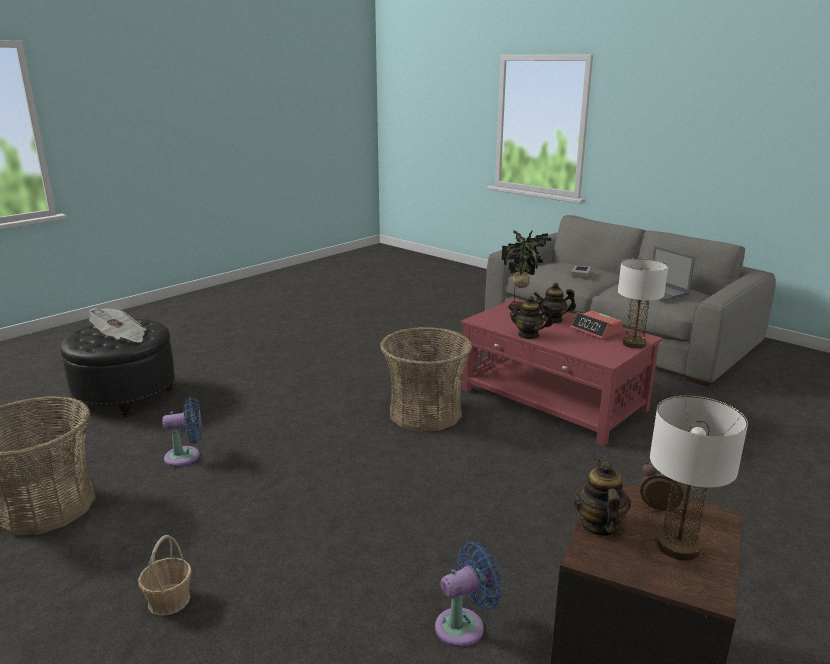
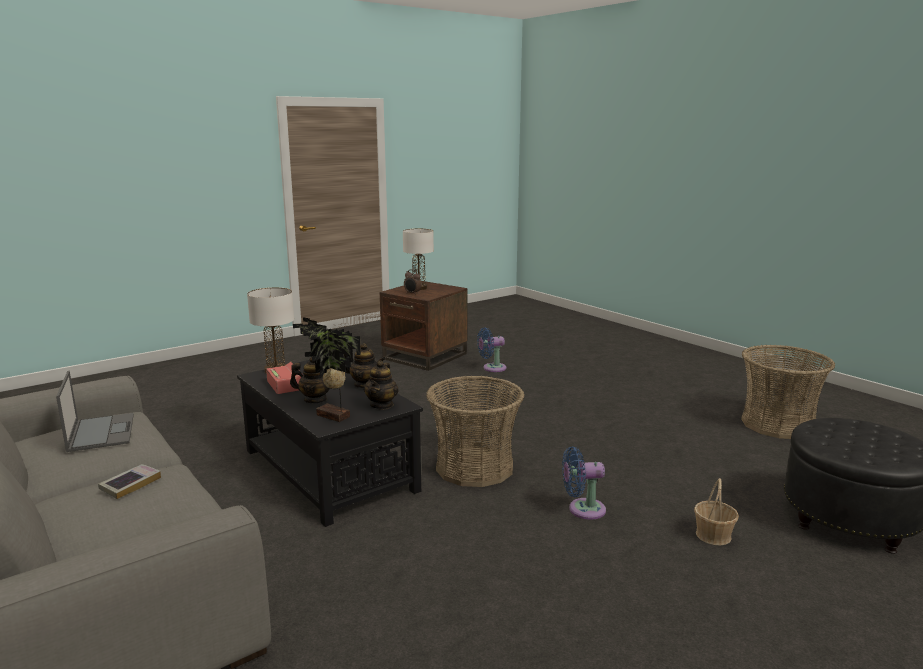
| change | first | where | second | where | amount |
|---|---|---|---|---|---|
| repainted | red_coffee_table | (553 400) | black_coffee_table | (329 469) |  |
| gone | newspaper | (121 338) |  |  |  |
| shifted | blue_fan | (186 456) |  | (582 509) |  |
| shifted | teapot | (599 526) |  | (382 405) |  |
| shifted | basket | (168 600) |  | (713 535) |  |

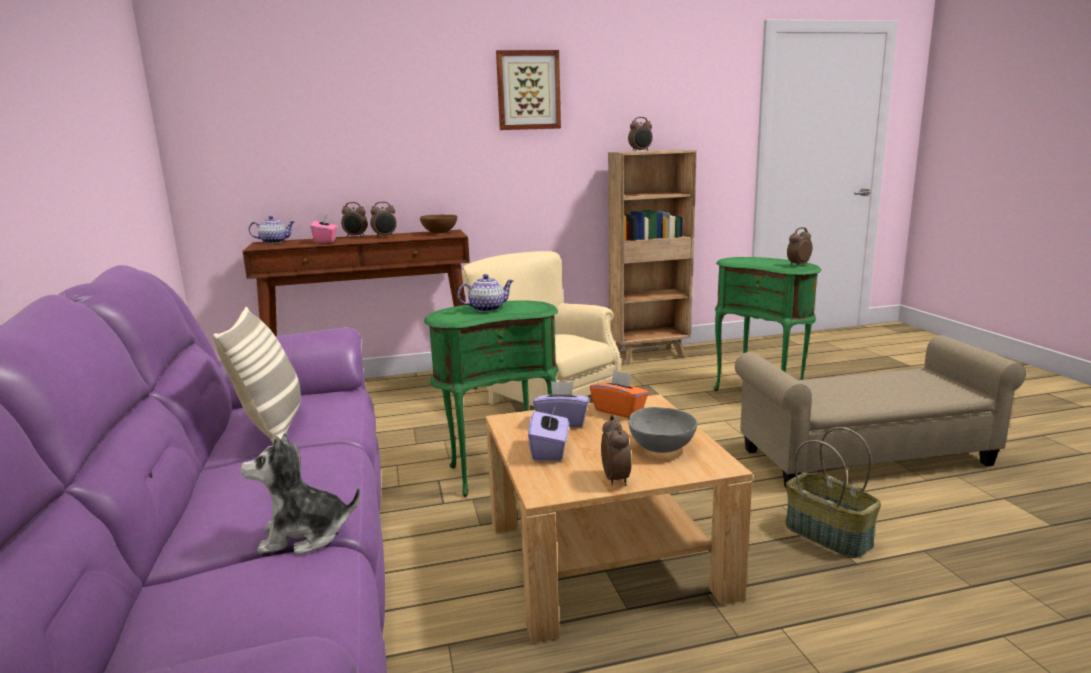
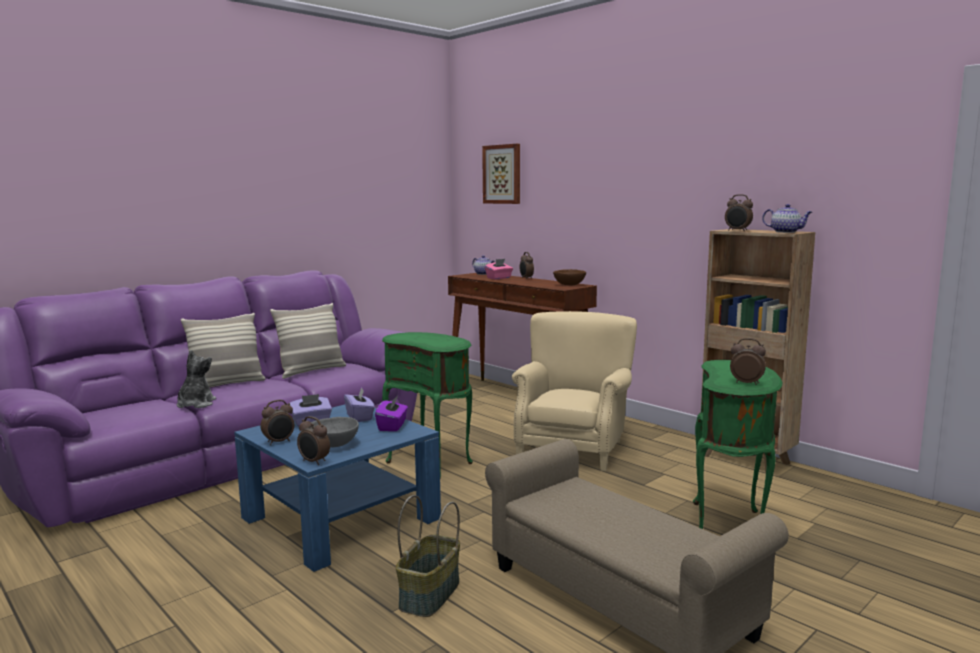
| change | first | where | second | where | amount |
|---|---|---|---|---|---|
| shifted | picture | (528 90) |  | (502 174) |  |
| shifted | alarm_clock | (385 236) |  | (314 462) |  |
| shifted | teapot | (487 308) |  | (786 232) |  |
| repainted | orange_tissue_box | (619 410) | purple_tissue_box | (392 426) |  |
| repainted | brown_coffee_table | (605 557) | blue_coffee_table | (340 518) |  |
| rotated | plush_toy | (304 536) |  | (195 404) | 45 degrees clockwise |
| new |  |  | pillow | (226 384) |  |

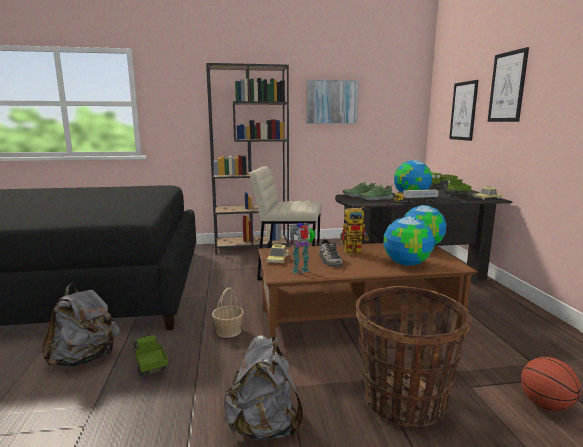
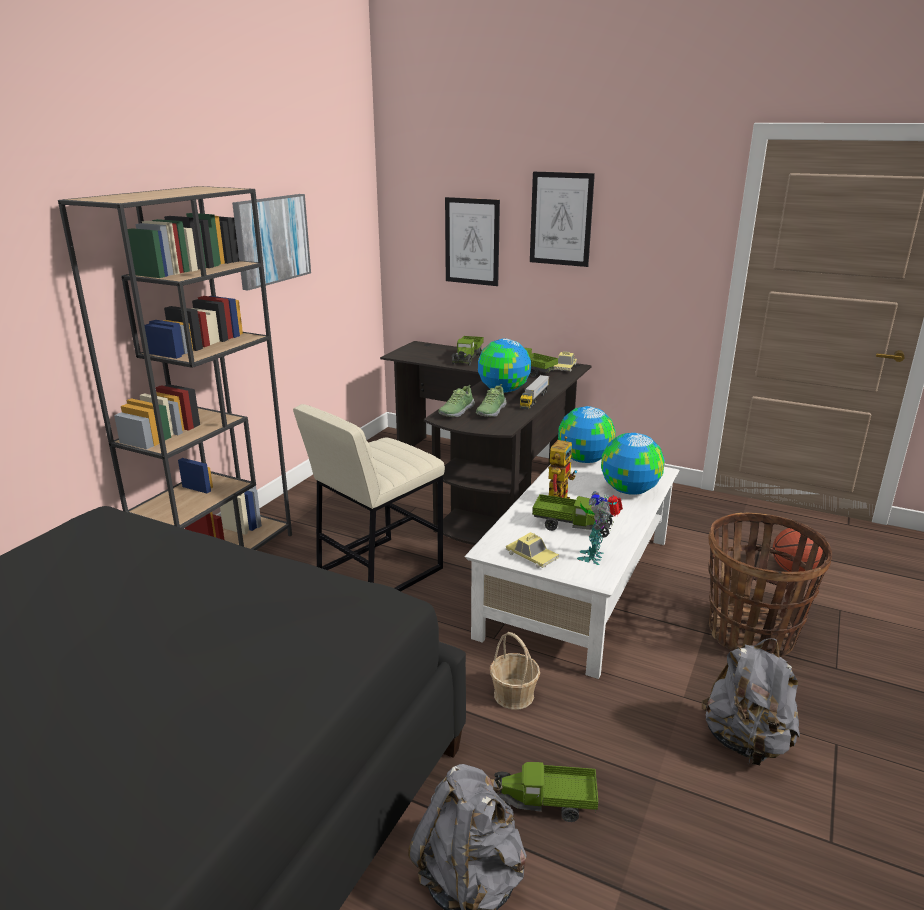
| change | first | where | second | where | amount |
|---|---|---|---|---|---|
| swapped | shoe | (328 260) | toy_truck | (571 526) |  |
| repainted | brown_coffee_table | (357 319) | white_coffee_table | (576 584) |  |

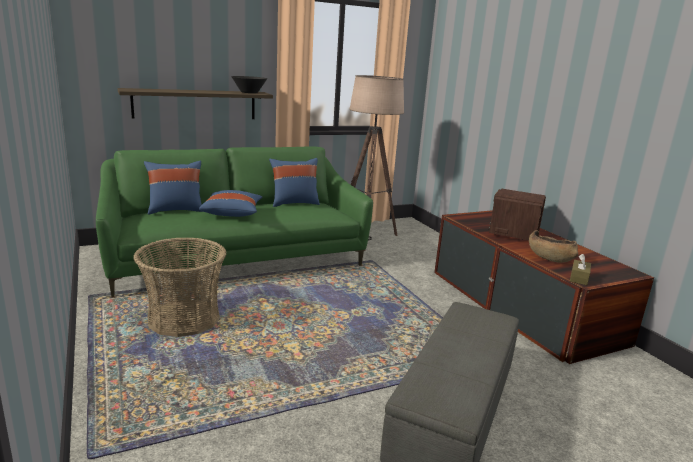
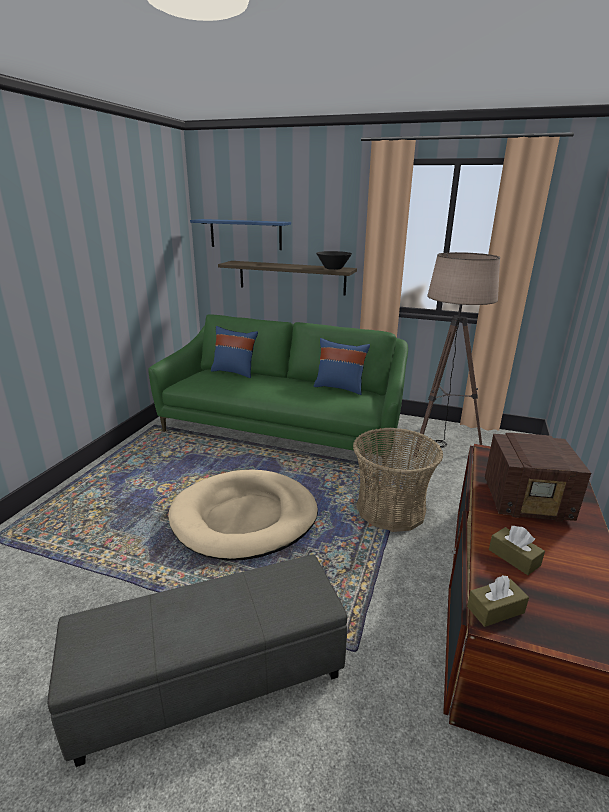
| change | first | where | second | where | amount |
|---|---|---|---|---|---|
| rotated | radio | (513 234) |  | (528 502) | 150 degrees counterclockwise |
| gone | blue_pillow | (232 213) |  |  |  |
| swapped | brown_bowl | (549 257) | brown_tissue_box | (514 557) |  |
| shifted | basket | (184 319) |  | (390 509) |  |
| new |  |  | blue_shelf | (245 234) |  |
| new |  |  | beige_dog_bed | (245 518) |  |

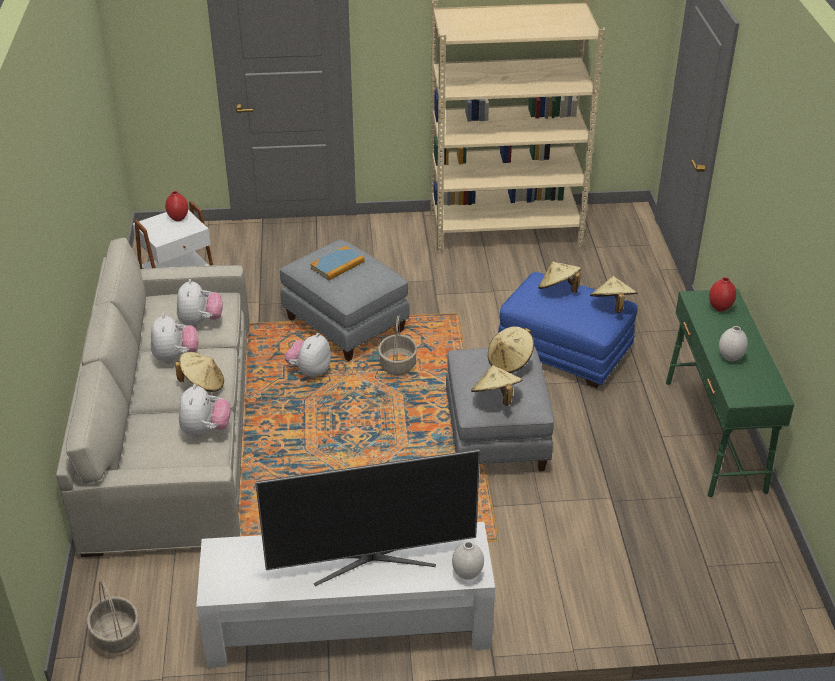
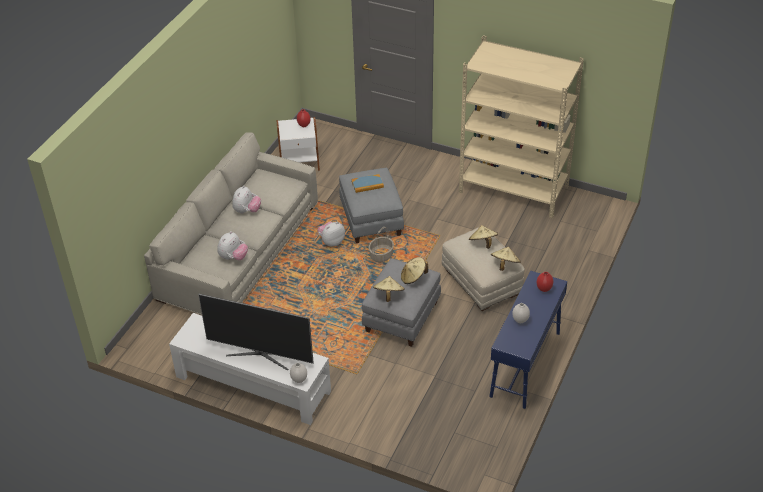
| change | first | where | second | where | amount |
|---|---|---|---|---|---|
| repainted | blue_ottoman | (564 353) | beige_ottoman | (481 283) |  |
| gone | plush_toy | (200 322) |  |  |  |
| repainted | green_console_table | (713 435) | blue_console_table | (524 364) |  |
| gone | beige_hat | (203 384) |  |  |  |
| gone | basket | (116 635) |  |  |  |

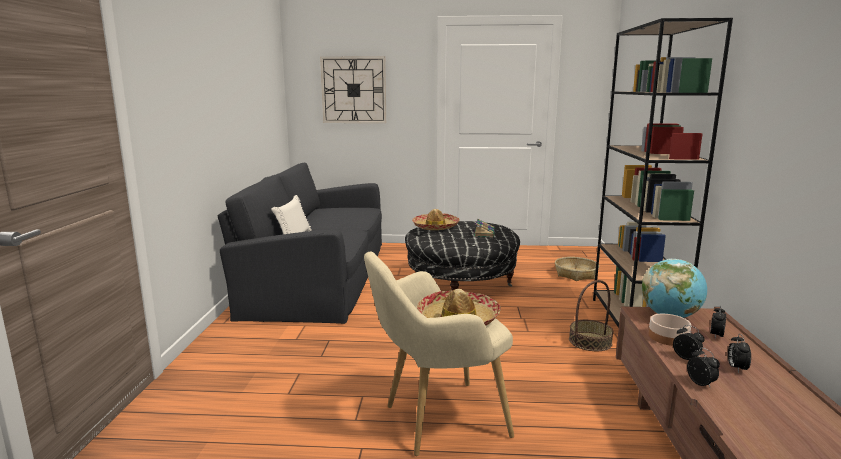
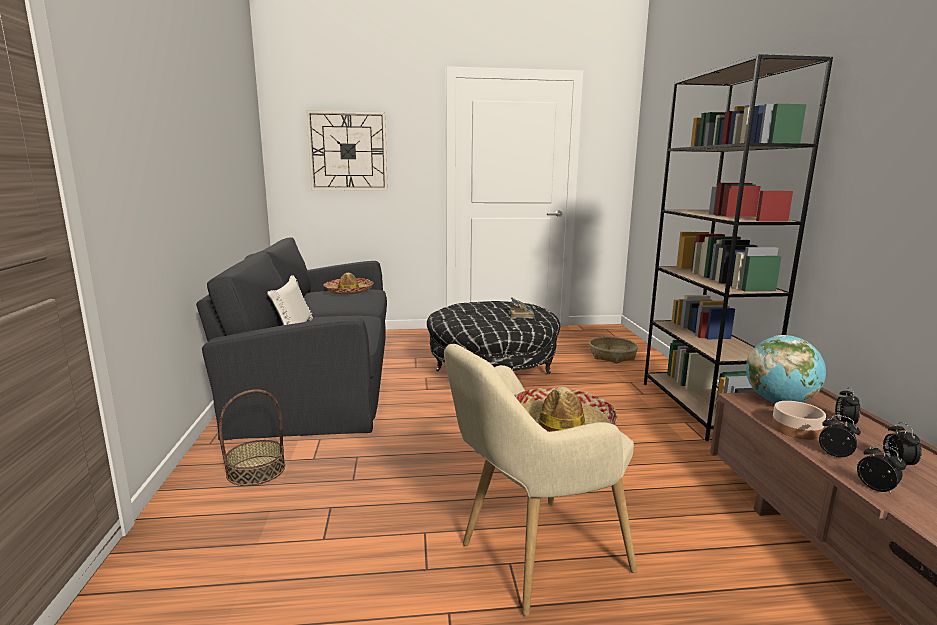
| change | first | where | second | where | amount |
|---|---|---|---|---|---|
| shifted | hat | (435 227) |  | (349 291) |  |
| shifted | basket | (590 341) |  | (256 470) |  |

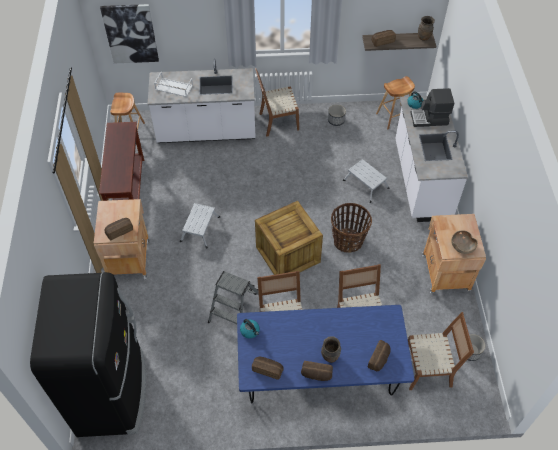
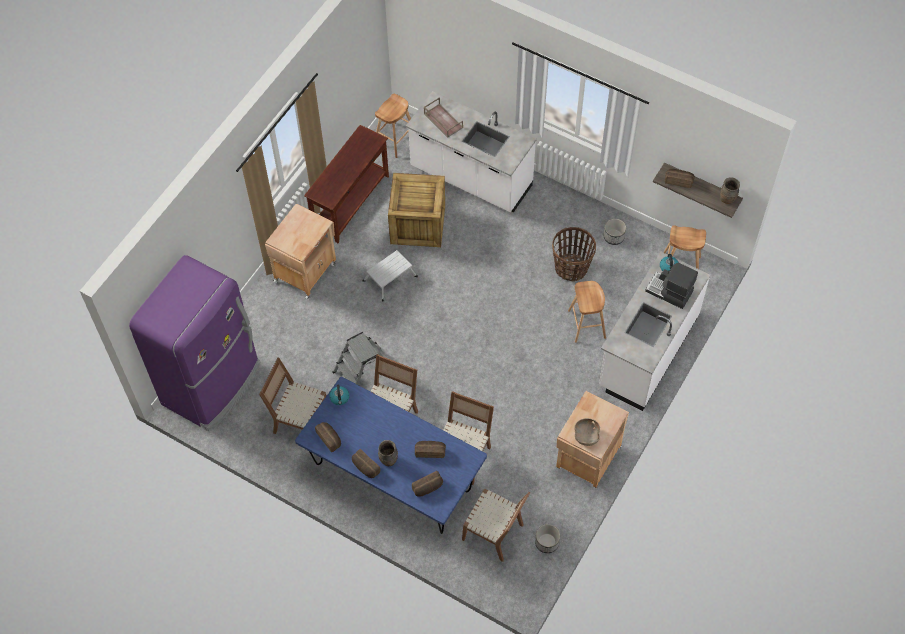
| change | first | where | second | where | amount |
|---|---|---|---|---|---|
| gone | picture | (130 33) |  |  |  |
| shifted | chair | (277 122) |  | (299 421) |  |
| repainted | white_tray | (173 87) | brown_tray | (442 120) |  |
| swapped | white_step_ladder | (366 184) | brown_stool | (586 324) |  |
| shifted | crate | (287 255) |  | (417 225) |  |
| shifted | basket | (348 241) |  | (571 268) |  |
| shifted | bread | (119 231) |  | (430 451) |  |
| repainted | black_fridge | (112 391) | purple_fridge | (213 384) |  |

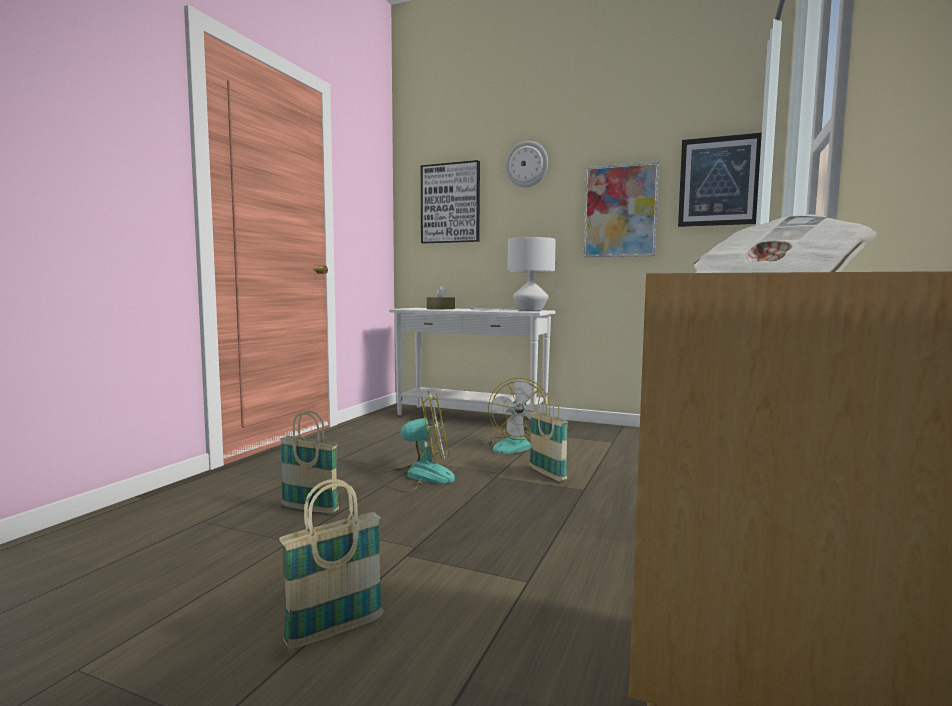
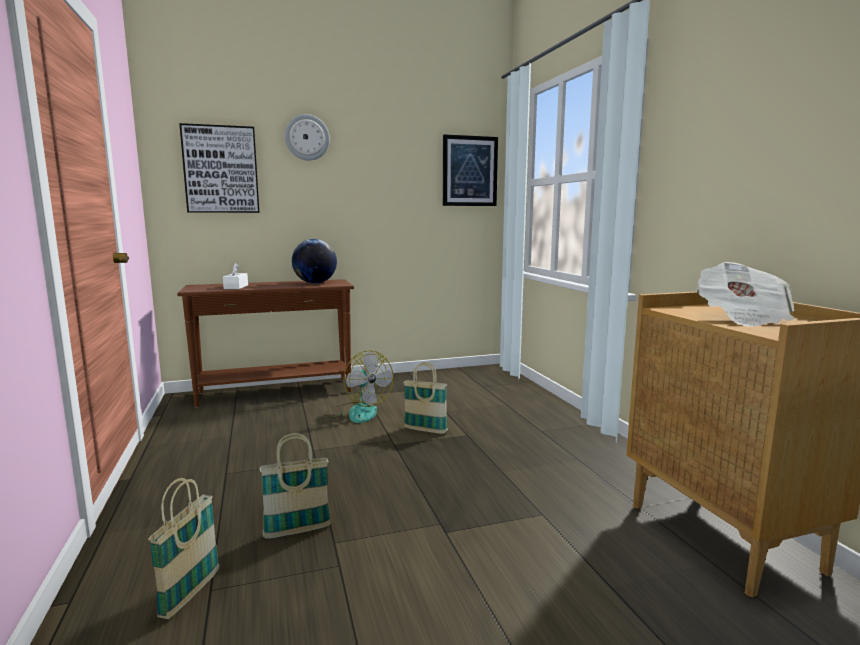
| change | first | where | second | where | amount |
|---|---|---|---|---|---|
| gone | picture | (620 211) |  |  |  |
| swapped | grey_table_lamp | (513 310) | globe | (315 283) |  |
| repainted | brown_tissue_box | (440 309) | white_tissue_box | (236 287) |  |
| repainted | white_console_table | (472 417) | brown_console_table | (276 392) |  |
| gone | fan | (418 476) |  |  |  |
| shifted | basket | (335 631) |  | (190 594) |  |

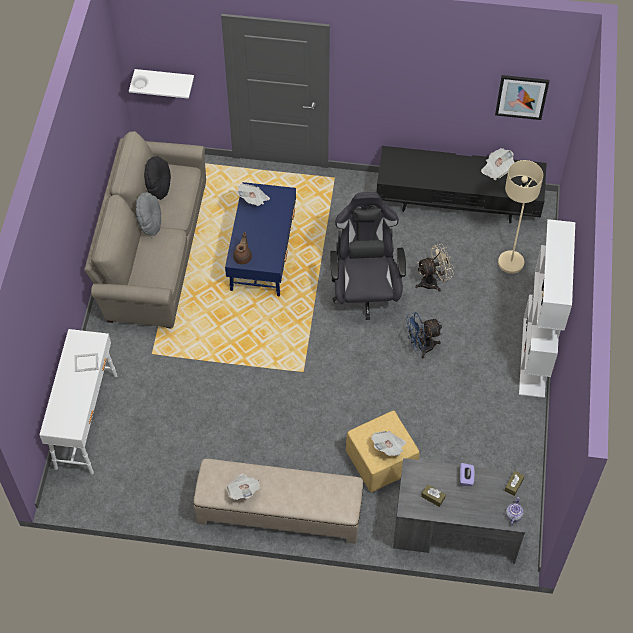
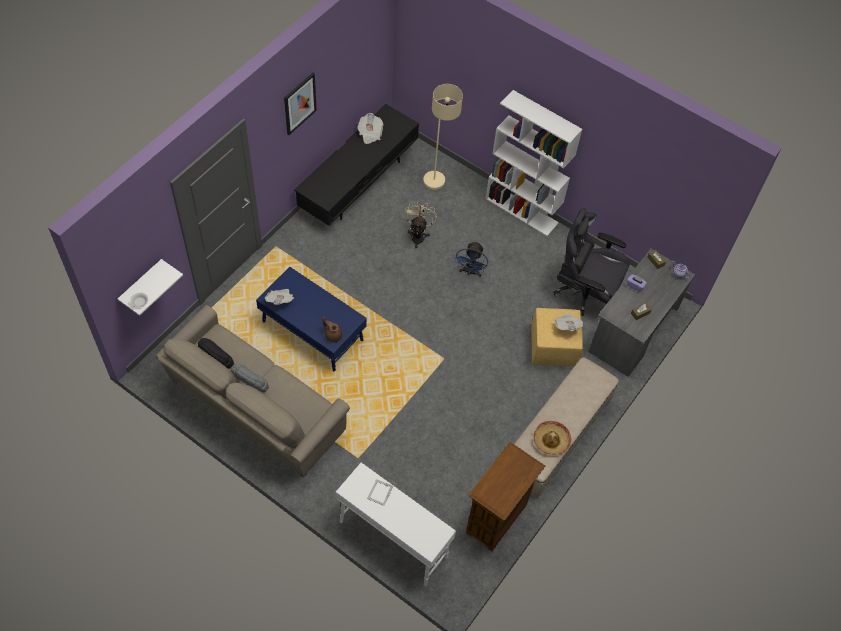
| change | first | where | second | where | amount |
|---|---|---|---|---|---|
| shifted | picture | (521 96) |  | (299 103) |  |
| shifted | black_office_chair | (365 295) |  | (586 292) |  |
| swapped | newspaper | (243 490) | hat | (551 440) |  |
| new |  |  | brown_cabinet | (496 521) |  |

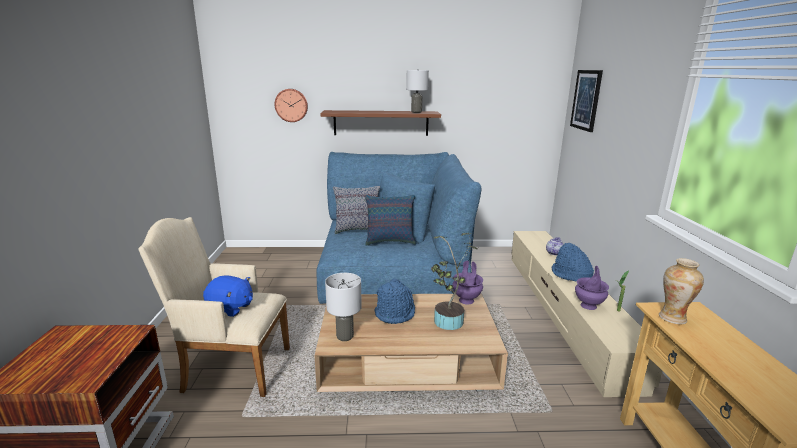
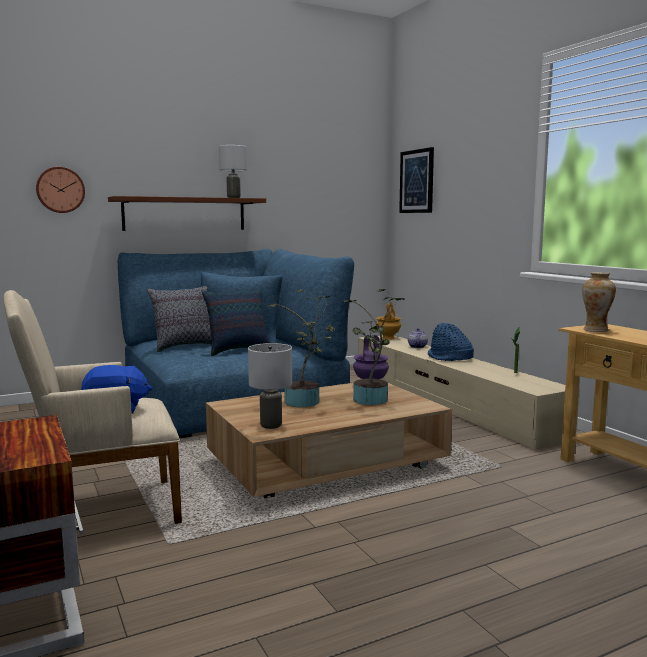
| change | first | where | second | where | amount |
|---|---|---|---|---|---|
| gone | purple_vase | (588 306) |  |  |  |
| swapped | blue_hat | (395 313) | potted_plant | (305 403) |  |
| new |  |  | brown_vase | (388 338) |  |

